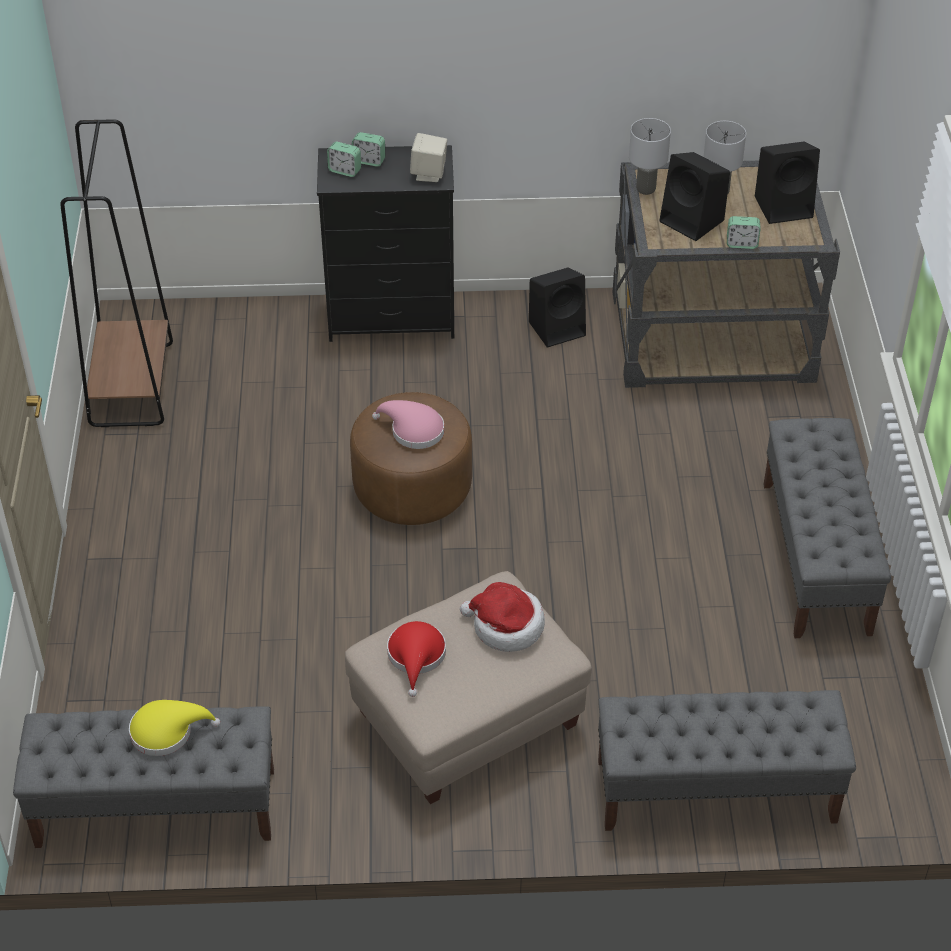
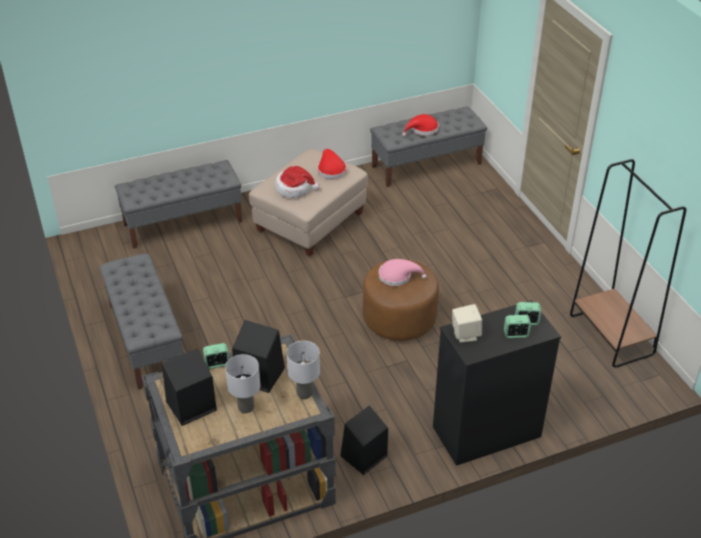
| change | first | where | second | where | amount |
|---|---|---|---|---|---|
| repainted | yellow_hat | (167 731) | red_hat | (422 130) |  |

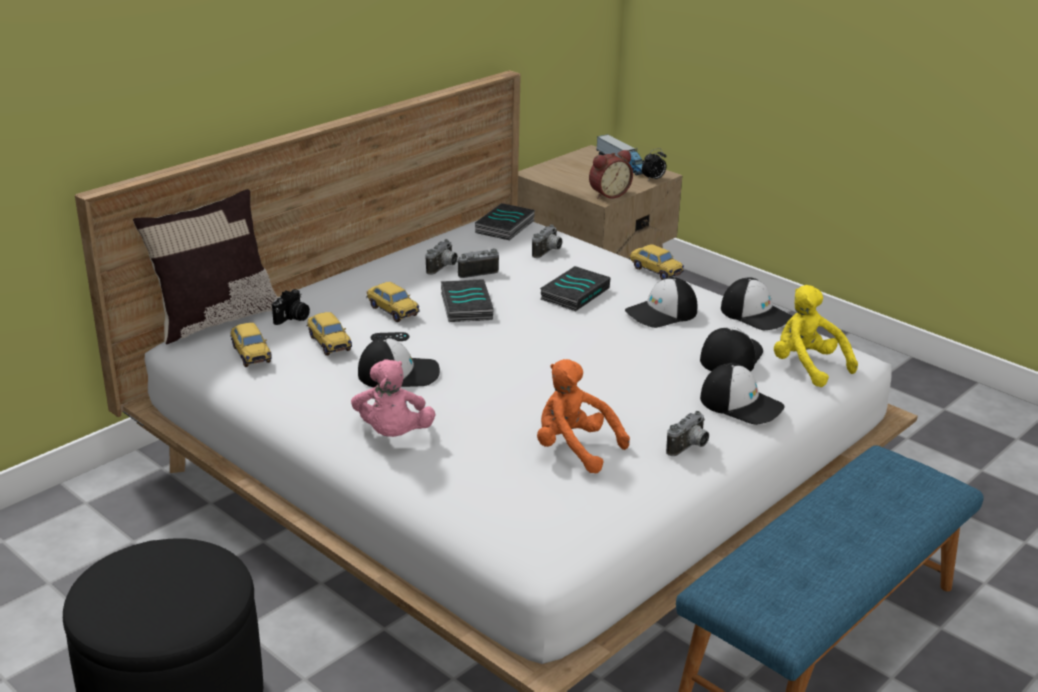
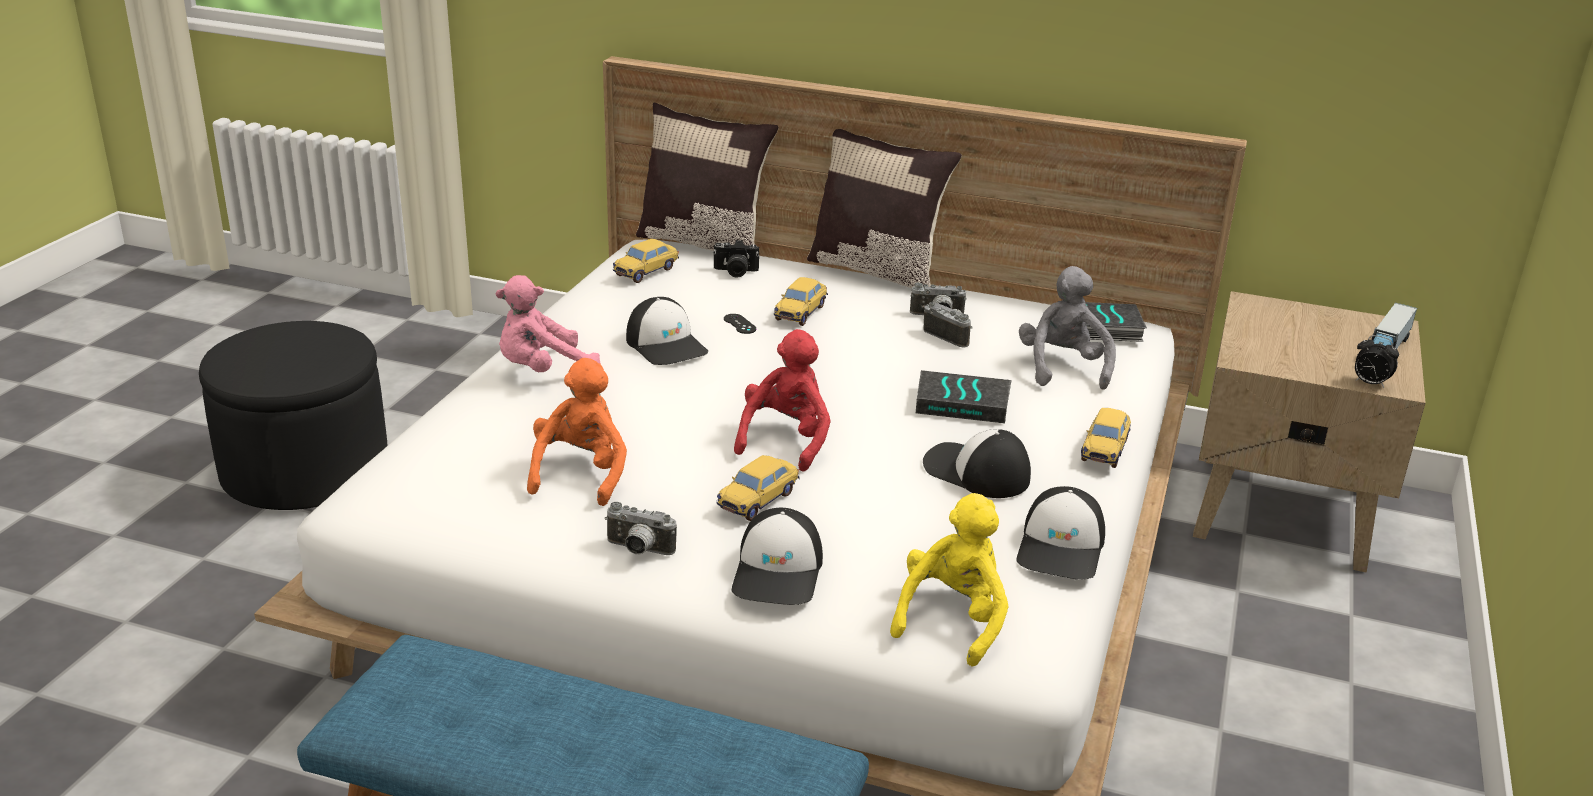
| change | first | where | second | where | amount |
|---|---|---|---|---|---|
| gone | alarm_clock | (608 194) |  |  |  |
| swapped | photo_camera | (548 252) | grey_plush_toy | (1062 368) |  |
| gone | book | (465 305) |  |  |  |
| shifted | toy_car | (329 343) |  | (758 500) |  |
| gone | cap | (730 356) |  |  |  |
| new |  |  | pillow | (877 272) |  |
| new |  |  | red_plush_toy | (786 440) |  |

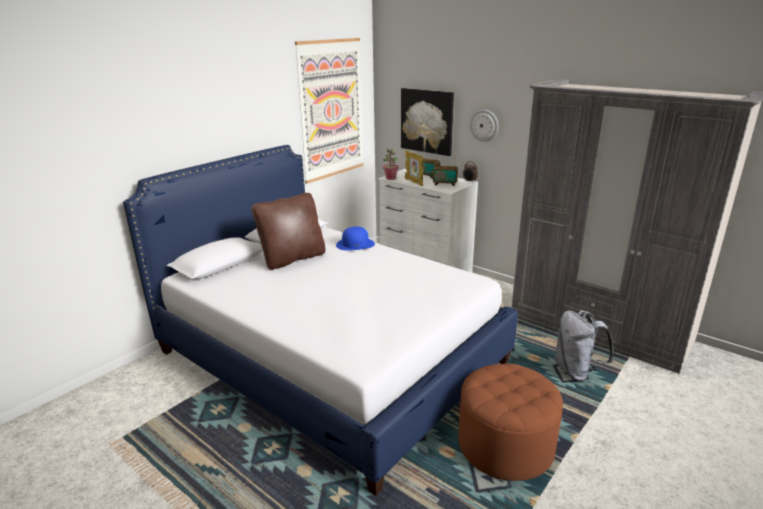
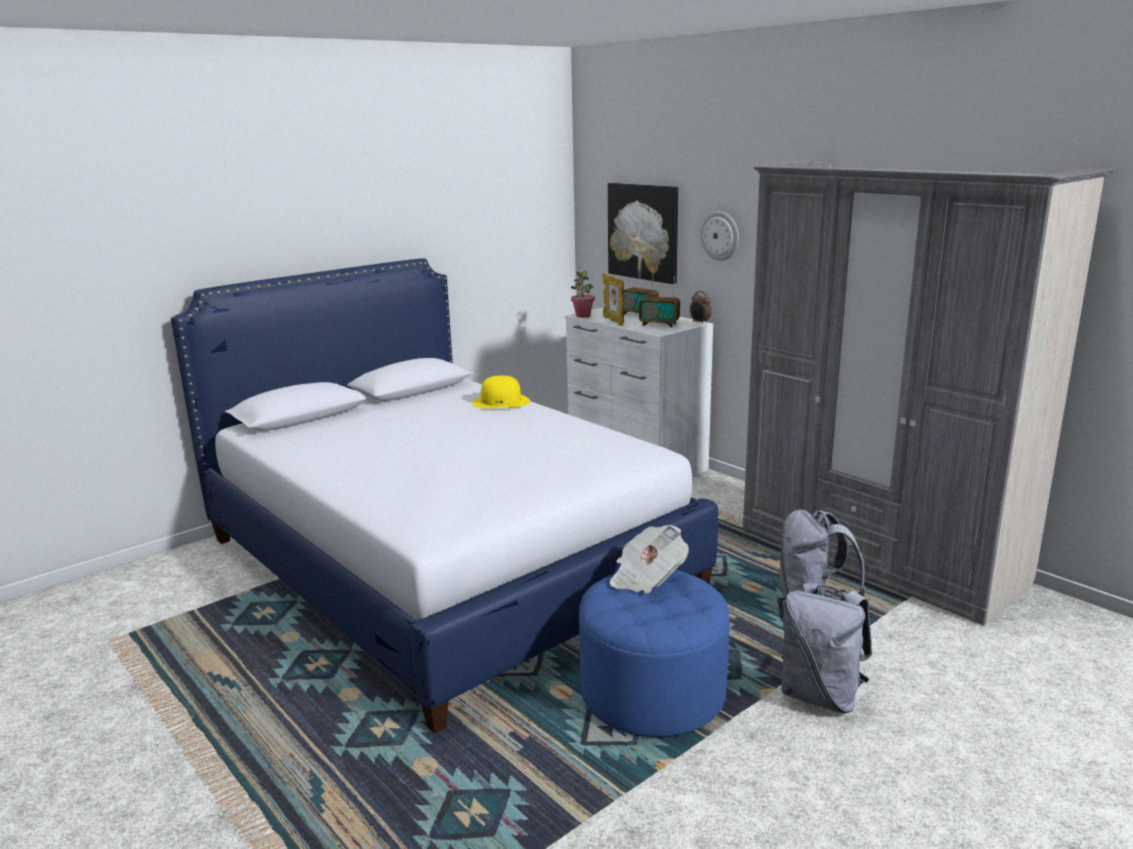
| change | first | where | second | where | amount |
|---|---|---|---|---|---|
| gone | picture | (331 110) |  |  |  |
| gone | brown_pillow | (292 258) |  |  |  |
| repainted | blue_hat | (355 244) | yellow_hat | (501 402) |  |
| repainted | brown_ottoman | (505 445) | blue_ottoman | (652 692) |  |
| new |  |  | newspaper | (647 578) |  |
| new |  |  | grey_backpack | (821 696) |  |

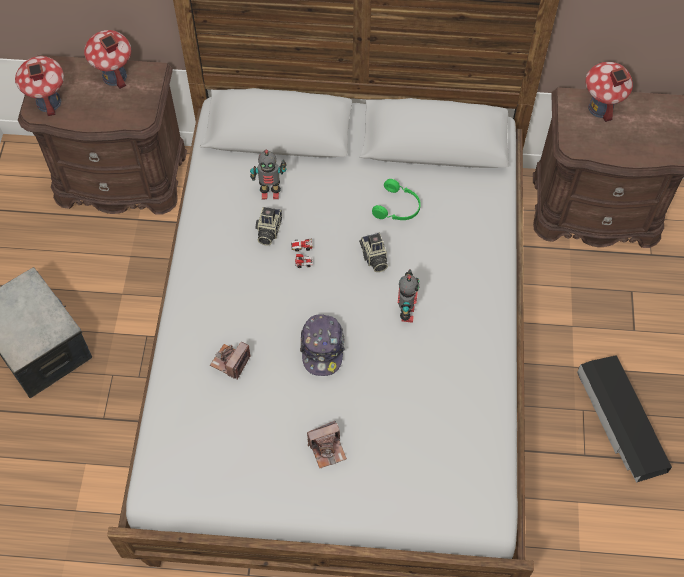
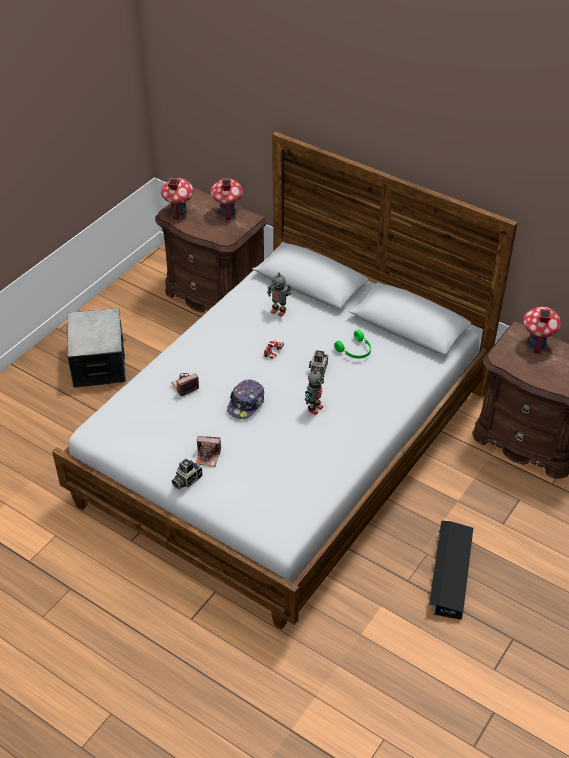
| change | first | where | second | where | amount |
|---|---|---|---|---|---|
| shifted | photo_camera | (268 231) |  | (186 480) |  |

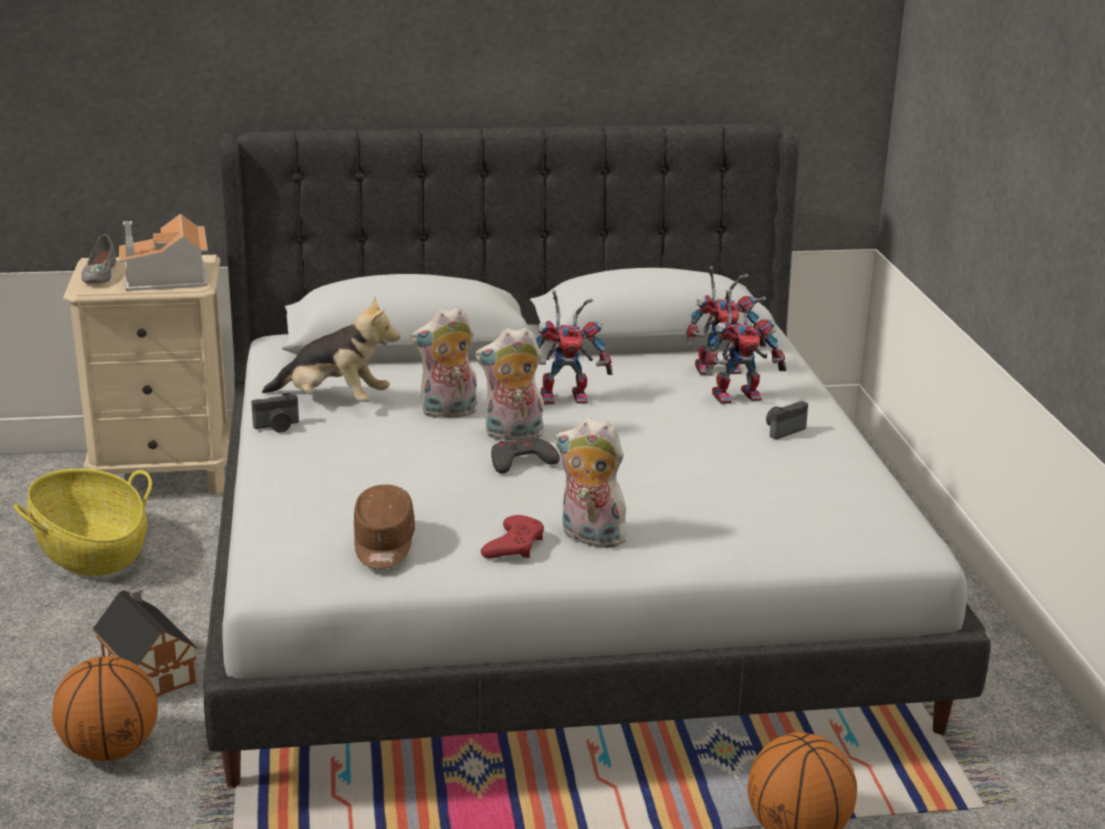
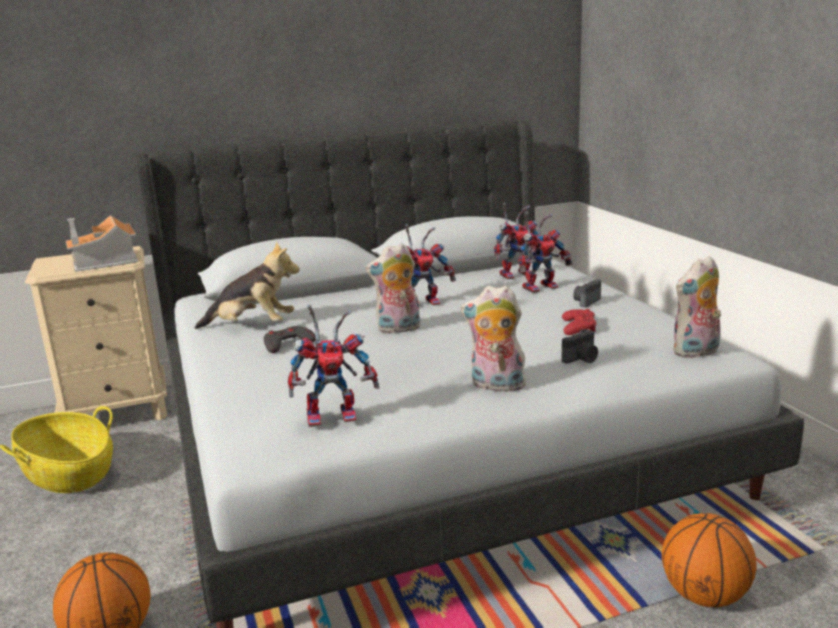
| change | first | where | second | where | amount |
|---|---|---|---|---|---|
| gone | grey_shoe | (99 274) |  |  |  |
| shifted | plush_toy | (448 413) |  | (696 352) |  |
| shifted | photo_camera | (277 427) |  | (582 359) |  |
| shifted | grey_game_controller | (521 461) |  | (287 344) |  |
| swapped | brown_cap | (383 544) | toy_robot | (335 415) |  |
| shifted | red_game_controller | (514 545) |  | (578 327) |  |
| gone | toy_house | (148 670) |  |  |  |

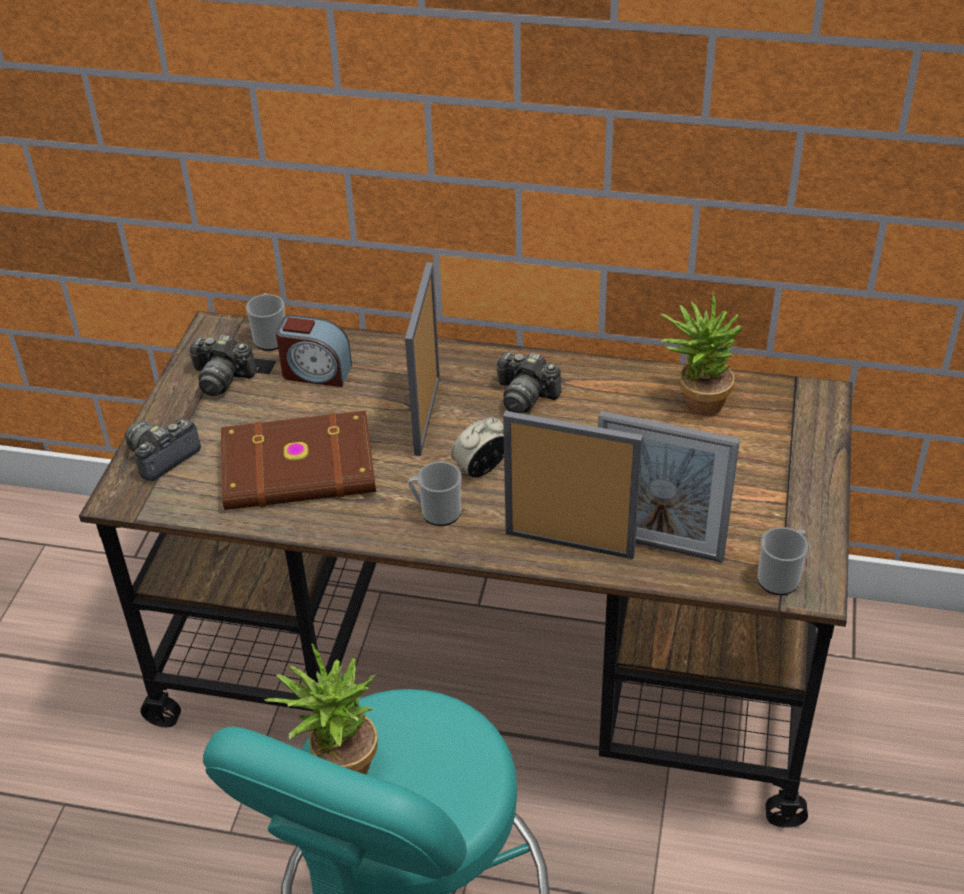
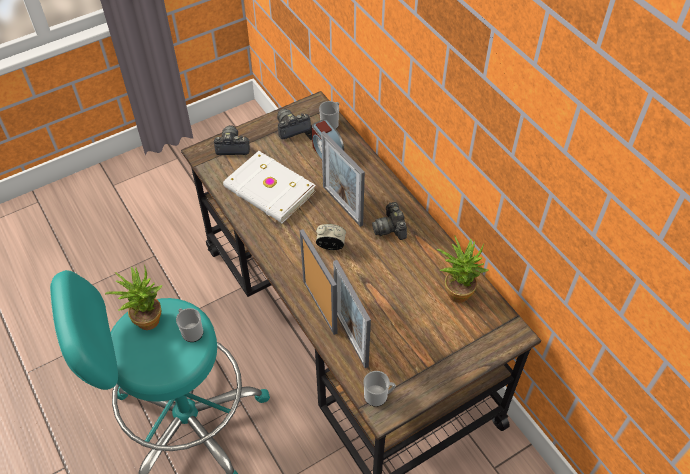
| change | first | where | second | where | amount |
|---|---|---|---|---|---|
| rotated | picture_frame | (427 415) |  | (342 205) | 90 degrees counterclockwise |
| rotated | photo_camera | (221 378) |  | (291 128) | 90 degrees clockwise |
| repainted | brown_book | (299 469) | white_book | (269 191) |  |
| shifted | mug | (436 512) |  | (191 331) |  |

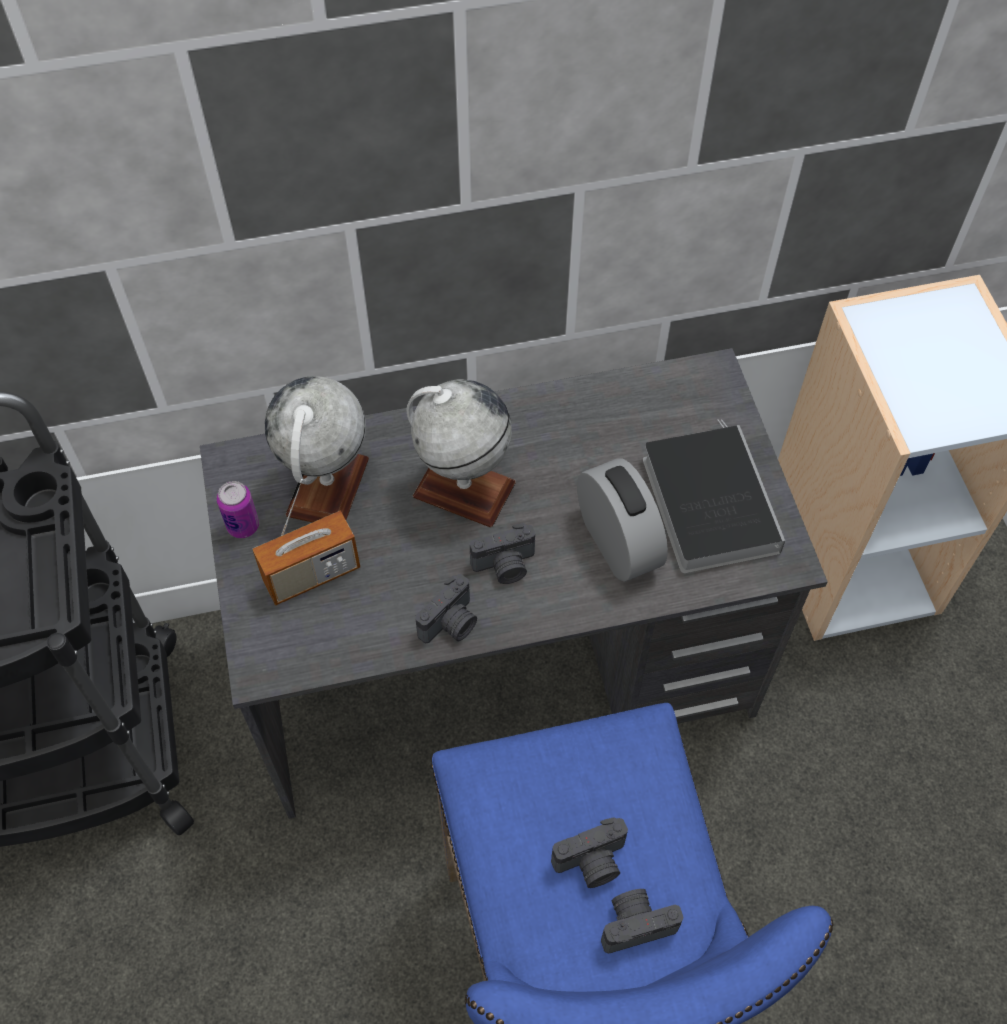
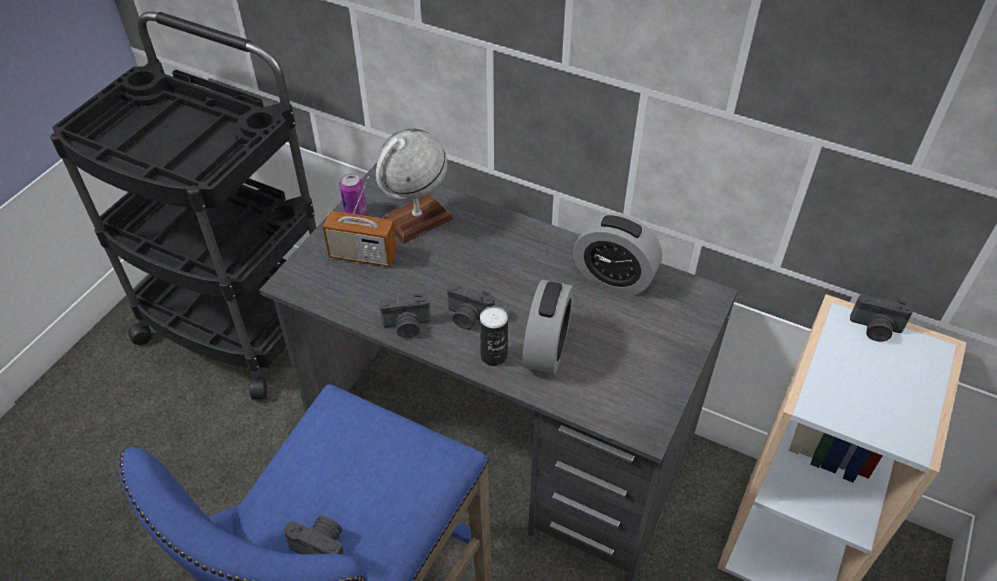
| change | first | where | second | where | amount |
|---|---|---|---|---|---|
| gone | globe | (463 489) |  |  |  |
| gone | book | (706 500) |  |  |  |
| shifted | photo_camera | (592 863) |  | (875 329) |  |
| new |  |  | alarm_clock | (614 277) |  |
| new |  |  | can | (494 355) |  |

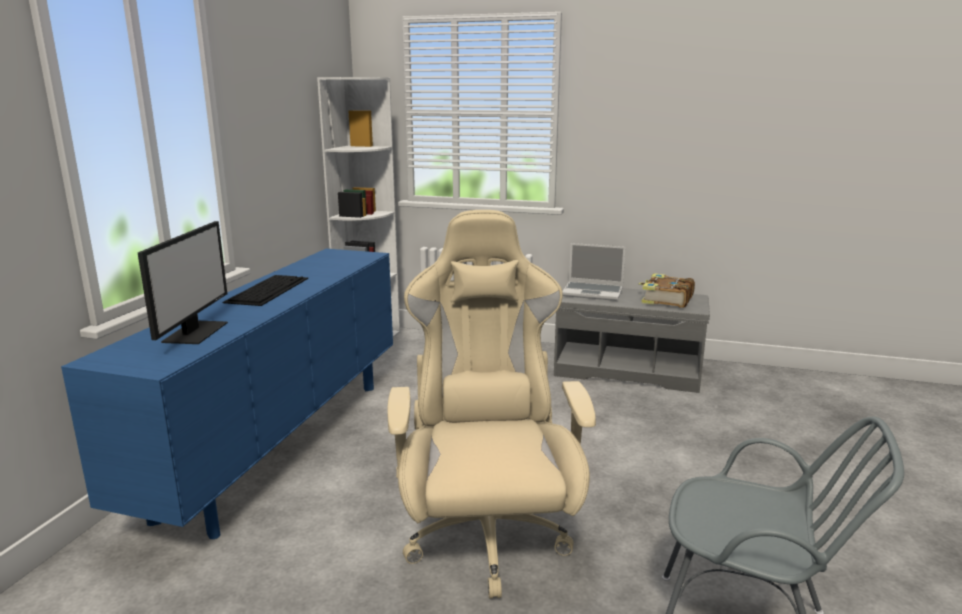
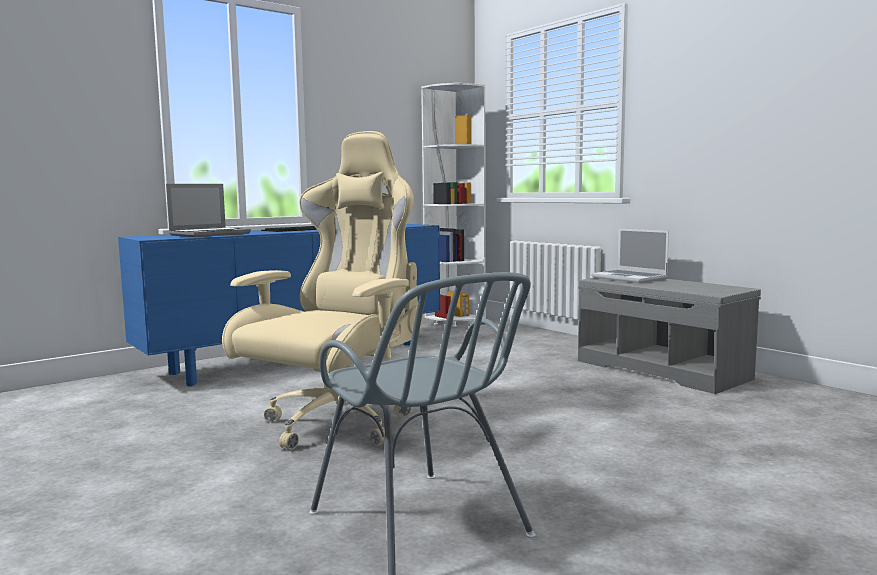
| change | first | where | second | where | amount |
|---|---|---|---|---|---|
| swapped | monitor | (194 332) | laptop | (210 234) |  |
| gone | book | (666 299) |  |  |  |

